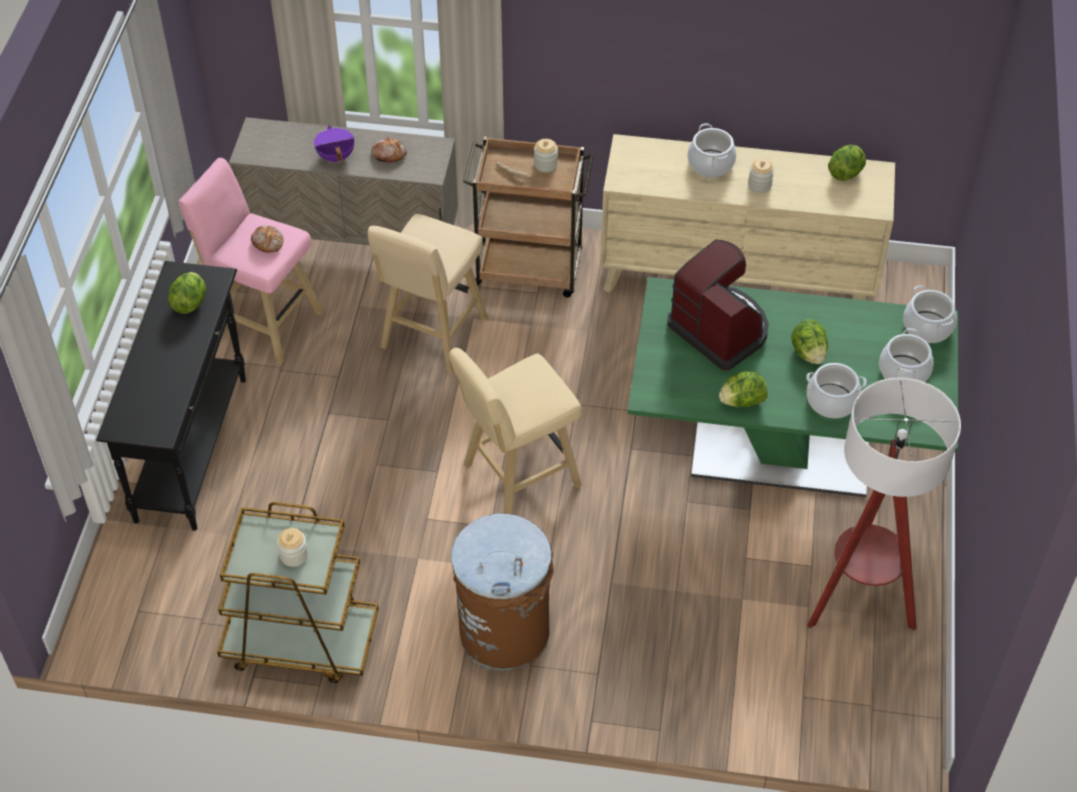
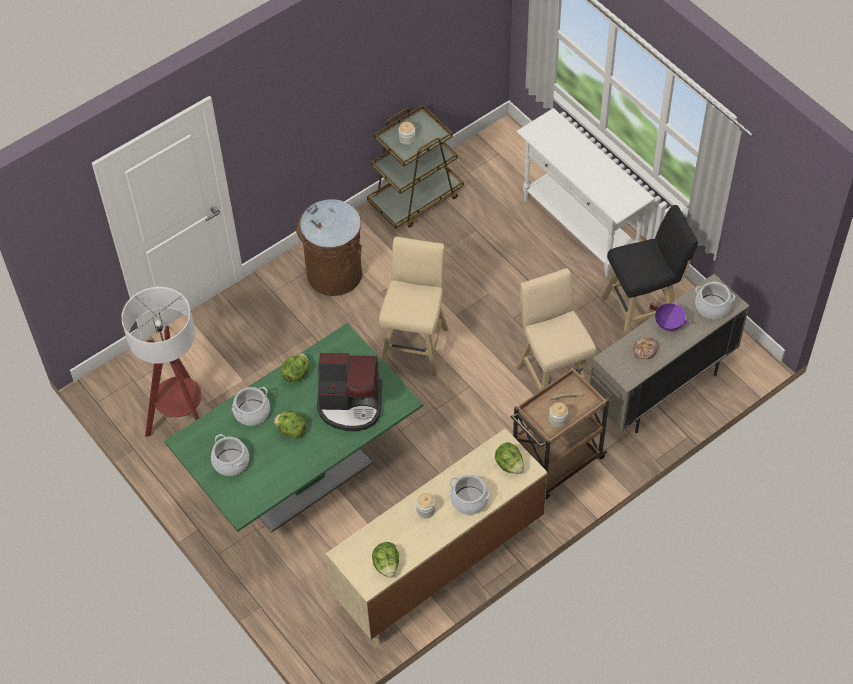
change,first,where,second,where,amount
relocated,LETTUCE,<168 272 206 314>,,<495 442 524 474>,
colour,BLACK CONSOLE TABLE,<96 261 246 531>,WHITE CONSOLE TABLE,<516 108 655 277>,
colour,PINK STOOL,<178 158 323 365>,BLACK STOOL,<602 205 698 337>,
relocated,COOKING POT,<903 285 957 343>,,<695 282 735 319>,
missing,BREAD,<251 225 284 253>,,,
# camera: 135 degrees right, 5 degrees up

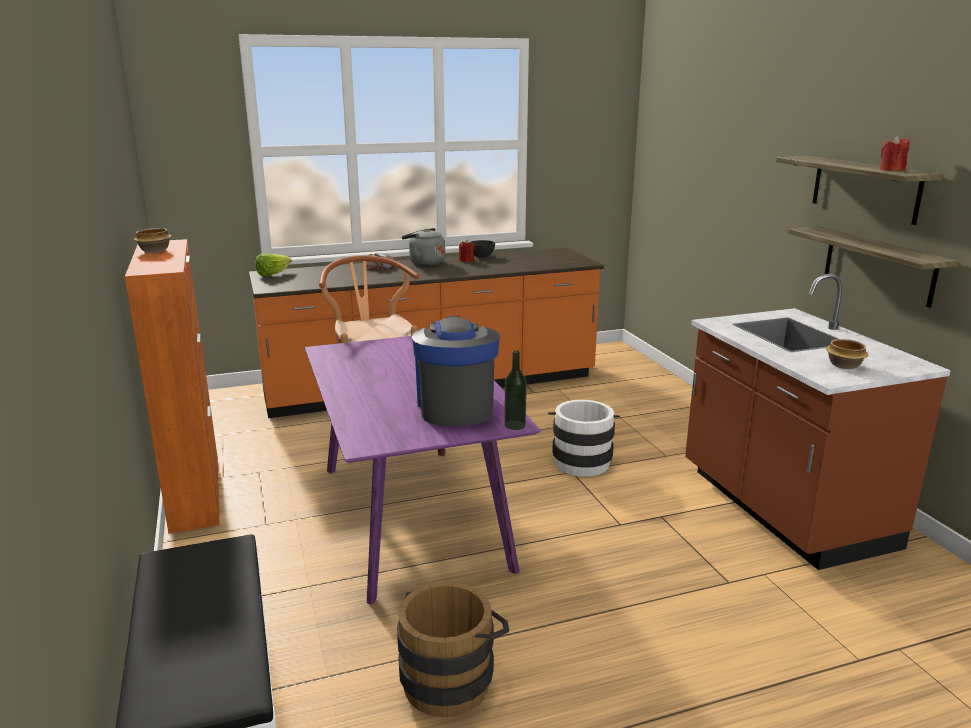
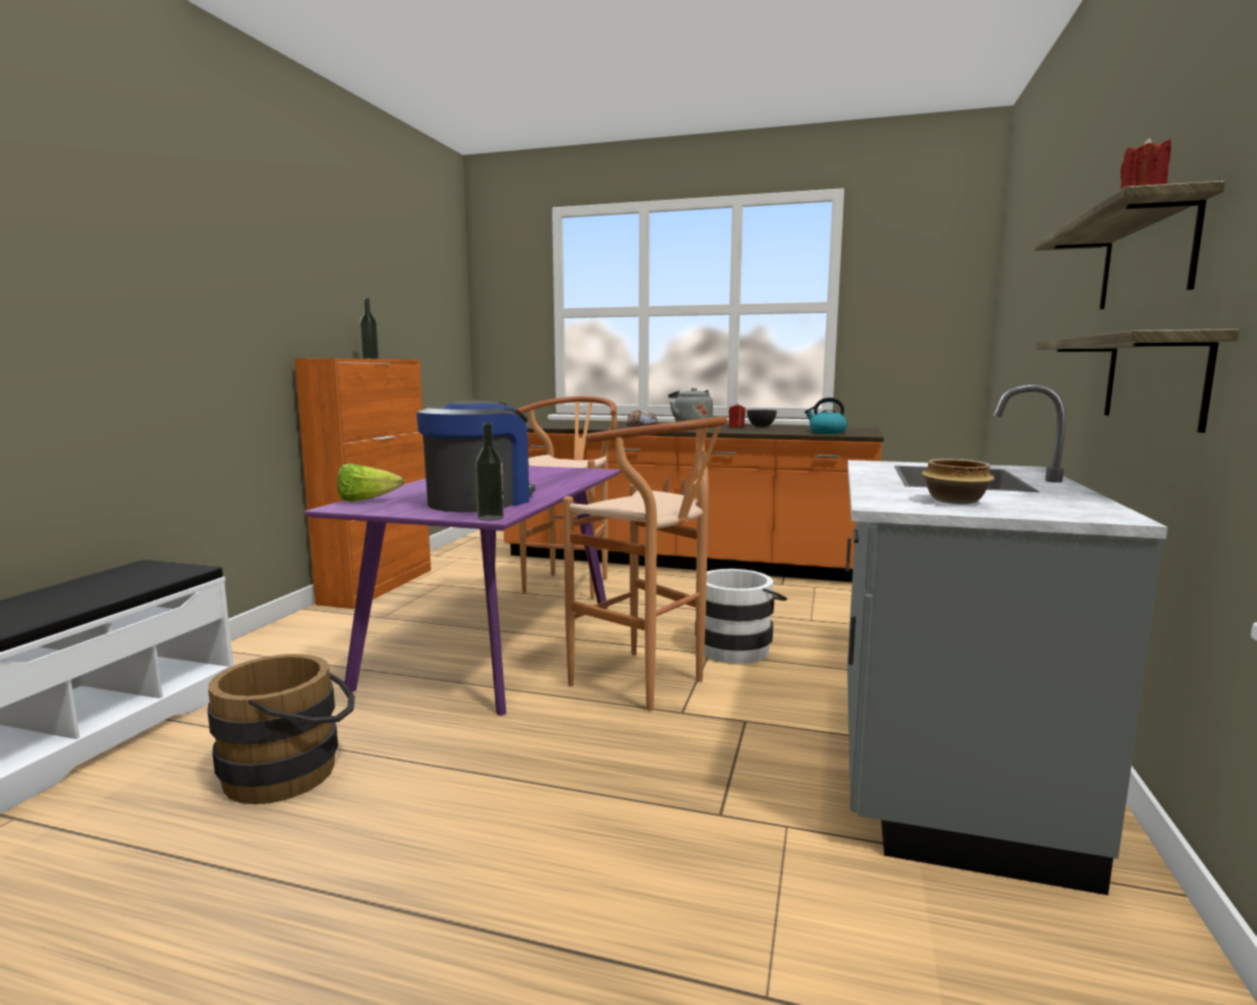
change,first,where,second,where,amount
relocated,LETTUCE,<255 253 292 276>,,<337 463 405 502>,
exchanged,BOWL,<134 228 172 253>,BOTTLE,<360 298 379 359>,
appeared,,,BROWN STOOL,<563 417 728 711>,
appeared,,,KETTLE,<805 397 847 434>,
colour,BROWN COUNTER,<685 274 951 570>,GREY COUNTER,<846 385 1168 895>,
# camera: 35 degrees right, 10 degrees down

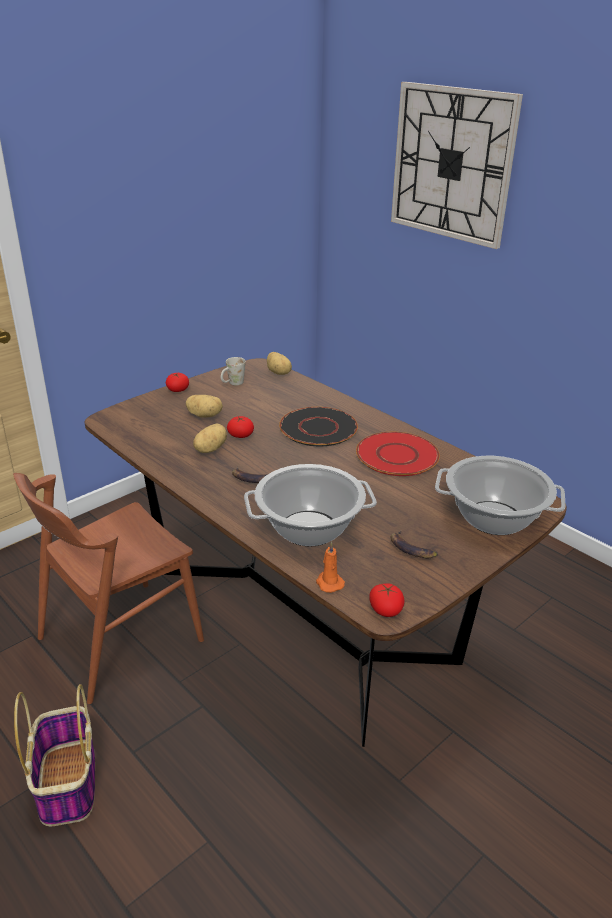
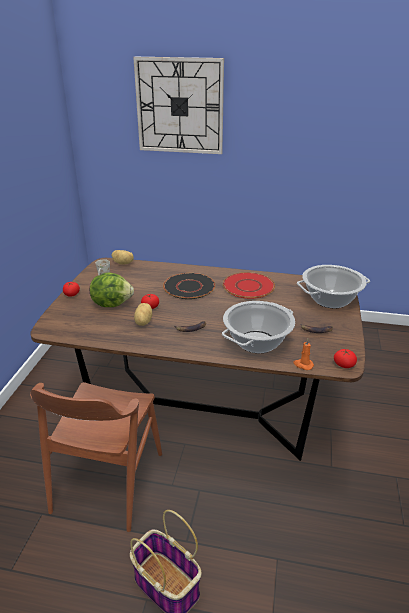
change,first,where,second,where,amount
exchanged,POTATO,<186 395 223 418>,LETTUCE,<90 272 134 307>,
# camera: 35 degrees left, 0 degrees up

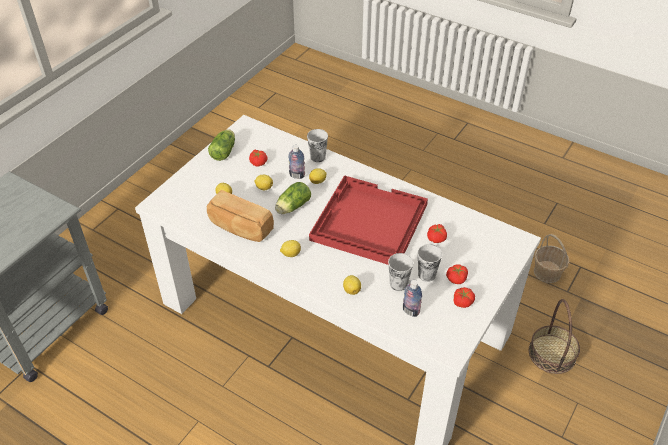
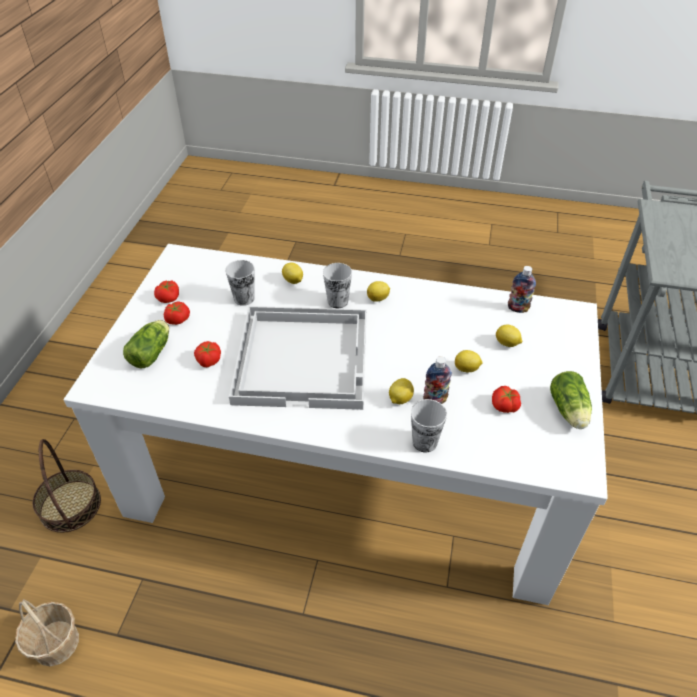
change,first,where,second,where,amount
relocated,LETTUCE,<275 182 311 214>,,<123 320 169 369>,
colour,RED TRAY,<309 175 428 265>,WHITE TRAY,<229 306 367 410>,
relocated,CUP,<418 244 442 282>,,<323 263 352 309>,
relocated,BOTTLE,<403 280 422 317>,,<508 266 536 313>,
missing,BREAD,<207 190 274 242>,,,
# camera: 160 degrees right, 0 degrees up

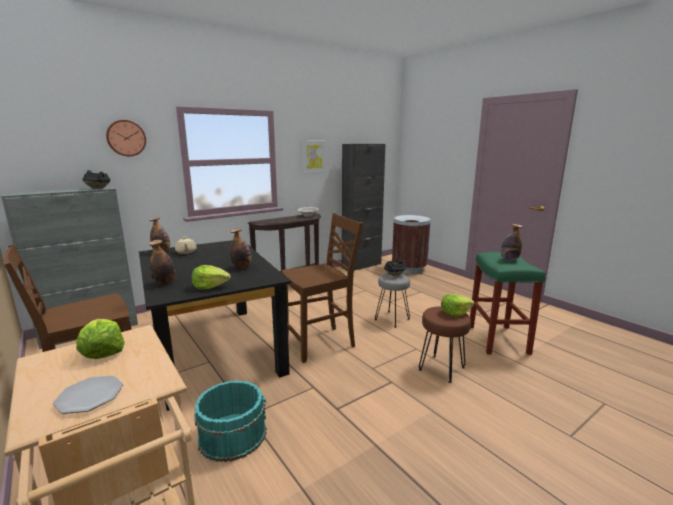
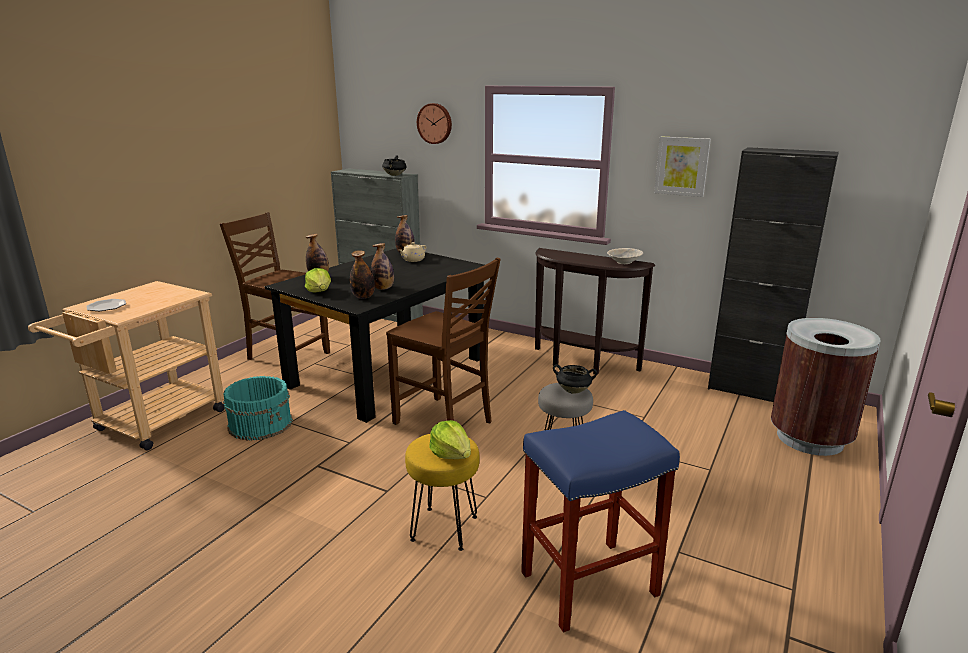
change,first,where,second,where,amount
relocated,BOTTLE,<501 224 523 261>,,<350 250 375 299>,
colour,BROWN STOOL,<419 306 471 383>,YELLOW STOOL,<405 433 480 551>,
colour,GREEN STOOL,<470 252 545 355>,BLUE STOOL,<521 410 680 633>,
missing,LETTUCE,<76 319 125 359>,,,
# camera: 65 degrees right, 5 degrees up

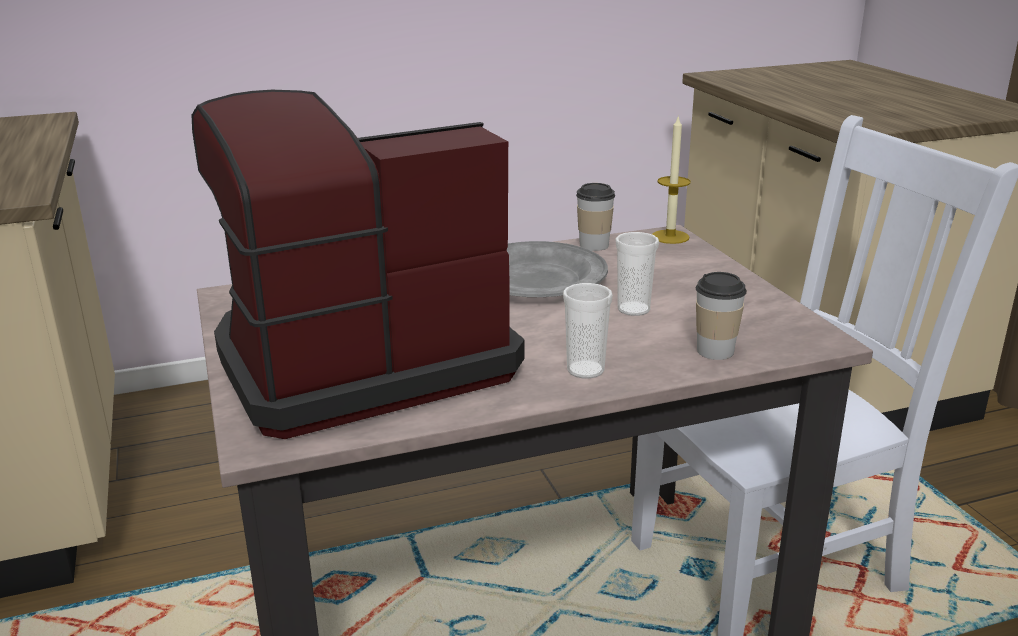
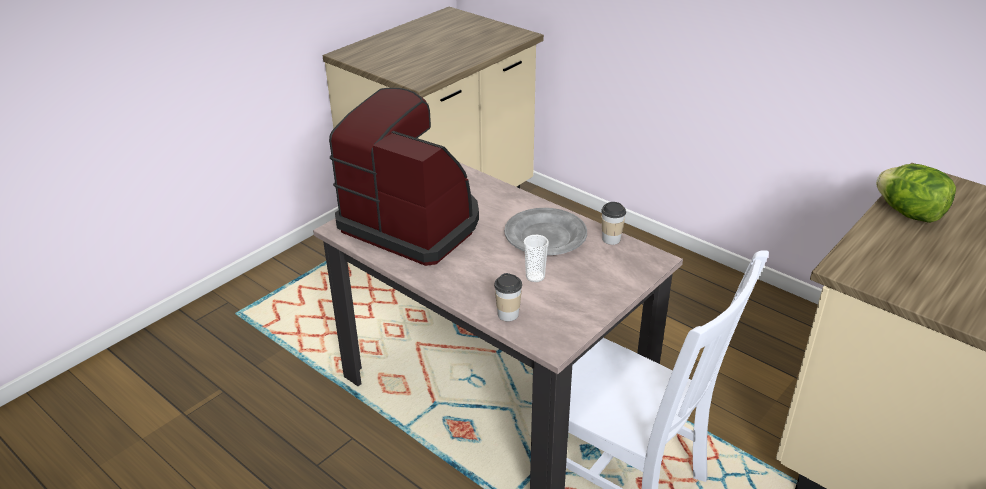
change,first,where,second,where,amount
appeared,,,LETTUCE,<876 164 956 223>,
missing,CUP,<563 283 613 379>,,,
missing,CANDLE,<652 115 691 244>,,,
# camera: 60 degrees right, 10 degrees up

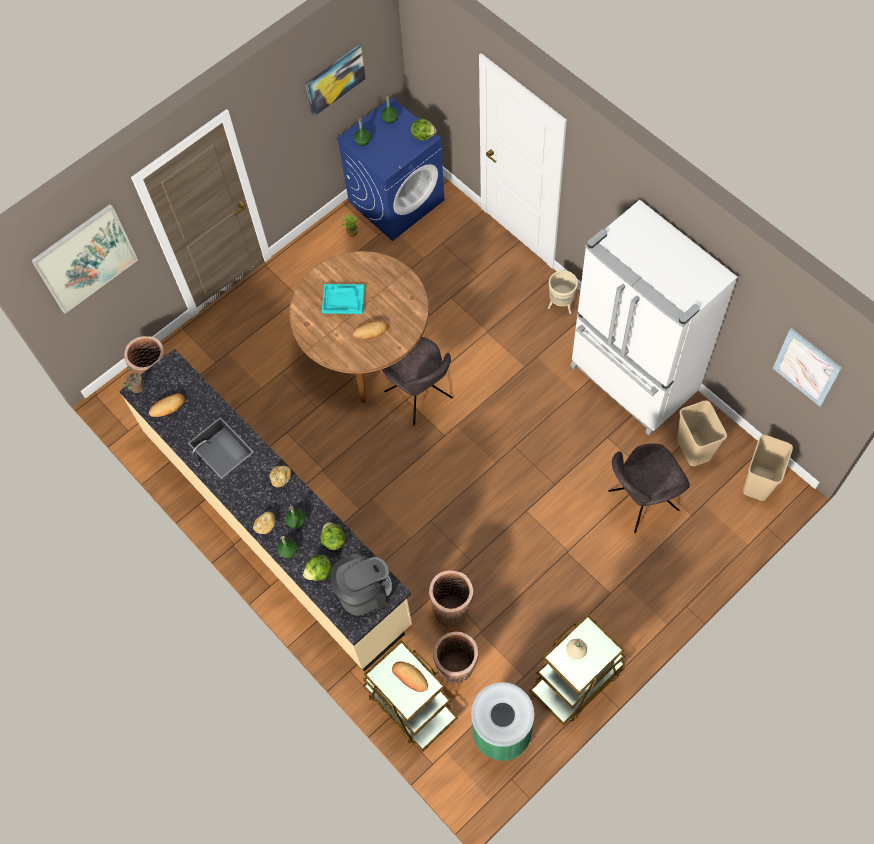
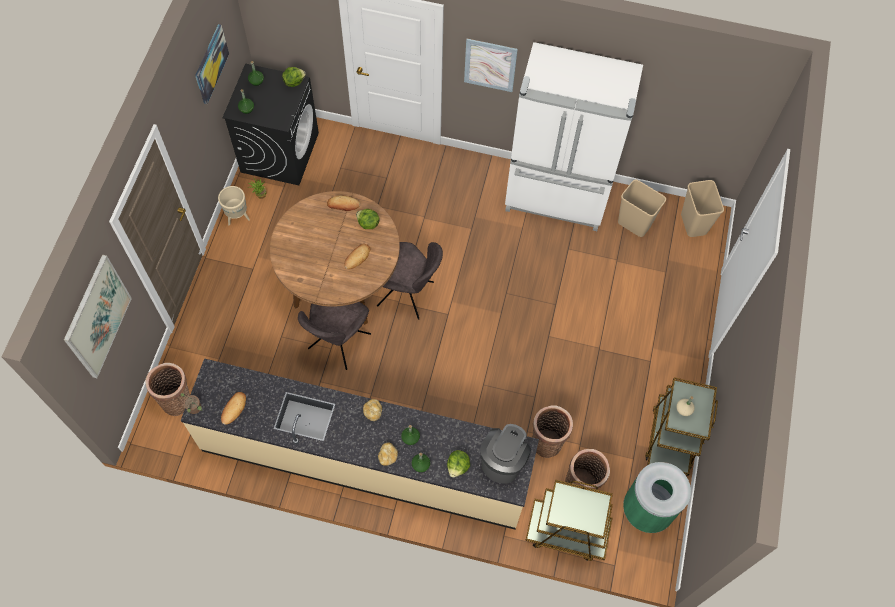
change,first,where,second,where,amount
relocated,BEIGE PLANTER,<548 270 578 314>,,<218 186 250 226>,
colour,BLUE WASHING MACHINE,<336 97 444 241>,BLACK WASHING MACHINE,<222 63 319 185>,
relocated,GREY CHAIR,<608 444 690 533>,,<298 302 371 370>,
relocated,BREAD,<392 662 428 692>,,<327 195 360 211>,
relocated,LETTUCE,<321 522 346 550>,,<356 209 380 229>,
relocated,PICTURE,<773 328 842 407>,,<464 39 518 92>,
missing,TURQUOISE TRAY,<322 284 365 314>,,,
# camera: 40 degrees left, 0 degrees up

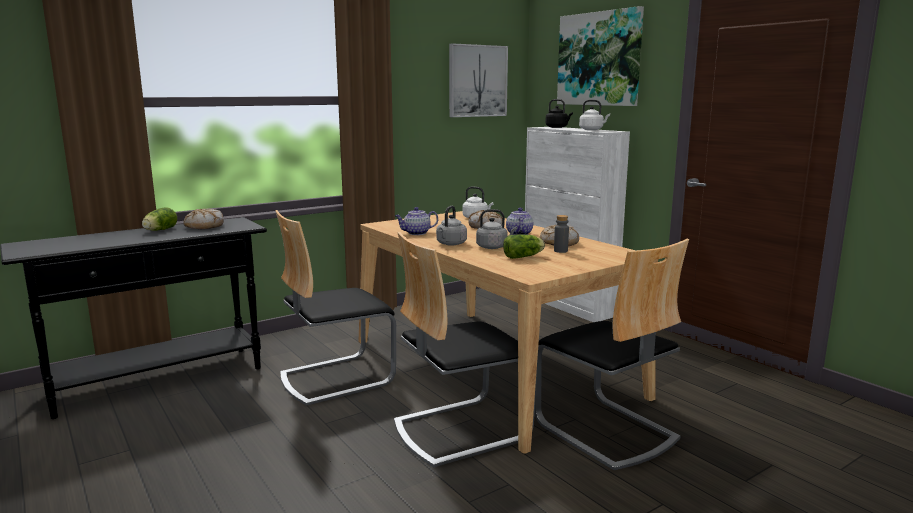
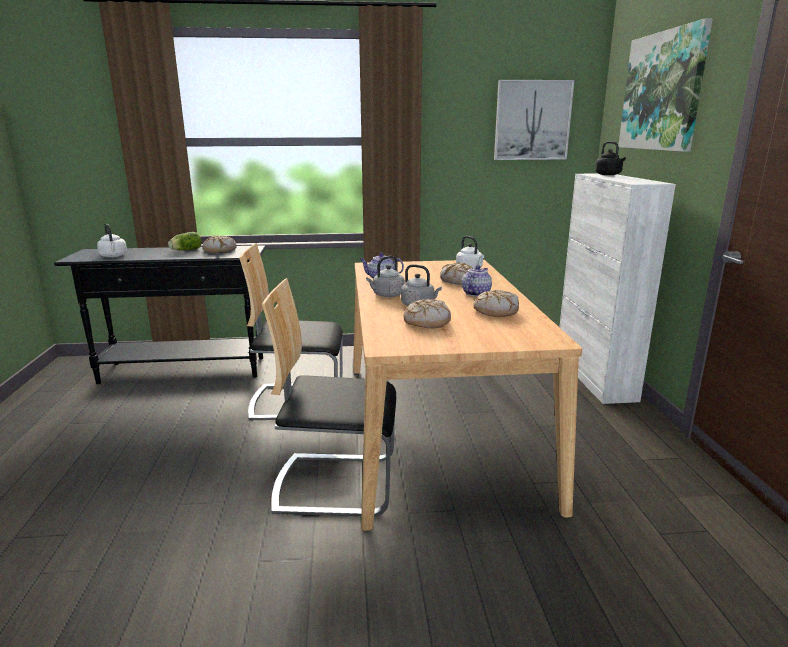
change,first,where,second,where,amount
relocated,WHITE KETTLE,<579 100 610 130>,,<97 223 127 257>,
exchanged,LETTUCE,<503 234 545 259>,BREAD,<404 299 451 328>,
missing,CHAIR,<535 239 689 470>,,,
missing,GREY BOTTLE,<554 215 569 253>,,,
# camera: 30 degrees right, 5 degrees up

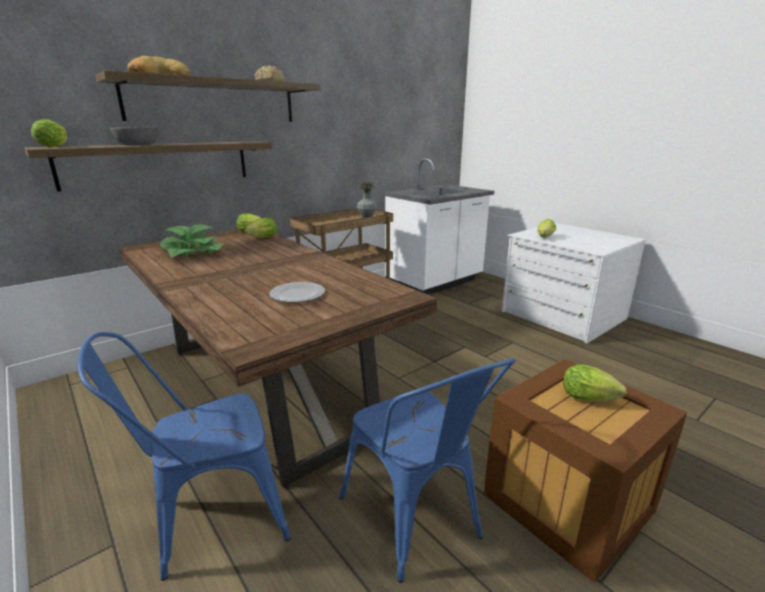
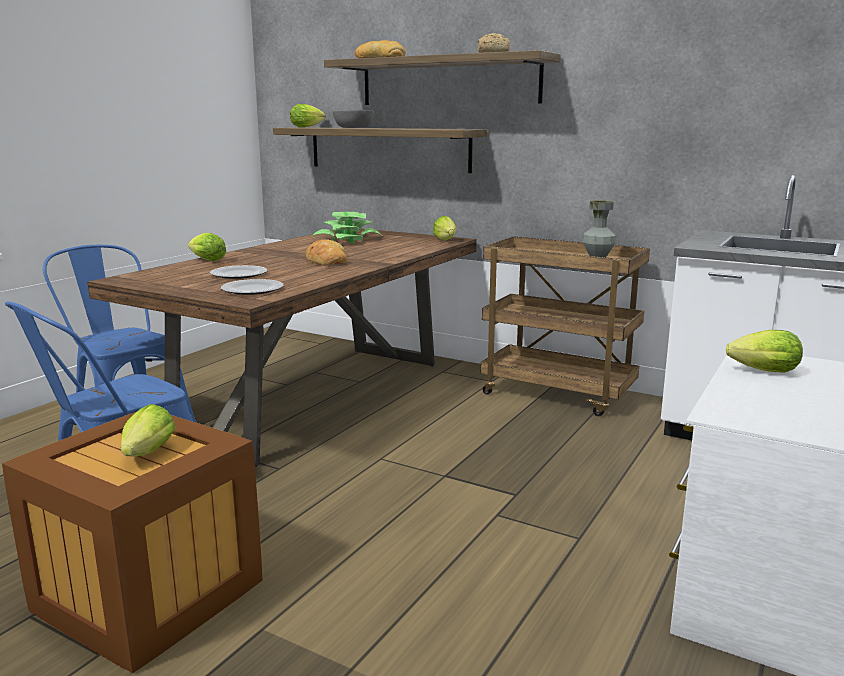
change,first,where,second,where,amount
relocated,LETTUCE,<245 217 277 238>,,<188 233 226 261>,
appeared,,,PLATE,<221 279 284 295>,
appeared,,,BREAD,<306 239 347 265>,
# camera: 70 degrees right, 5 degrees down

